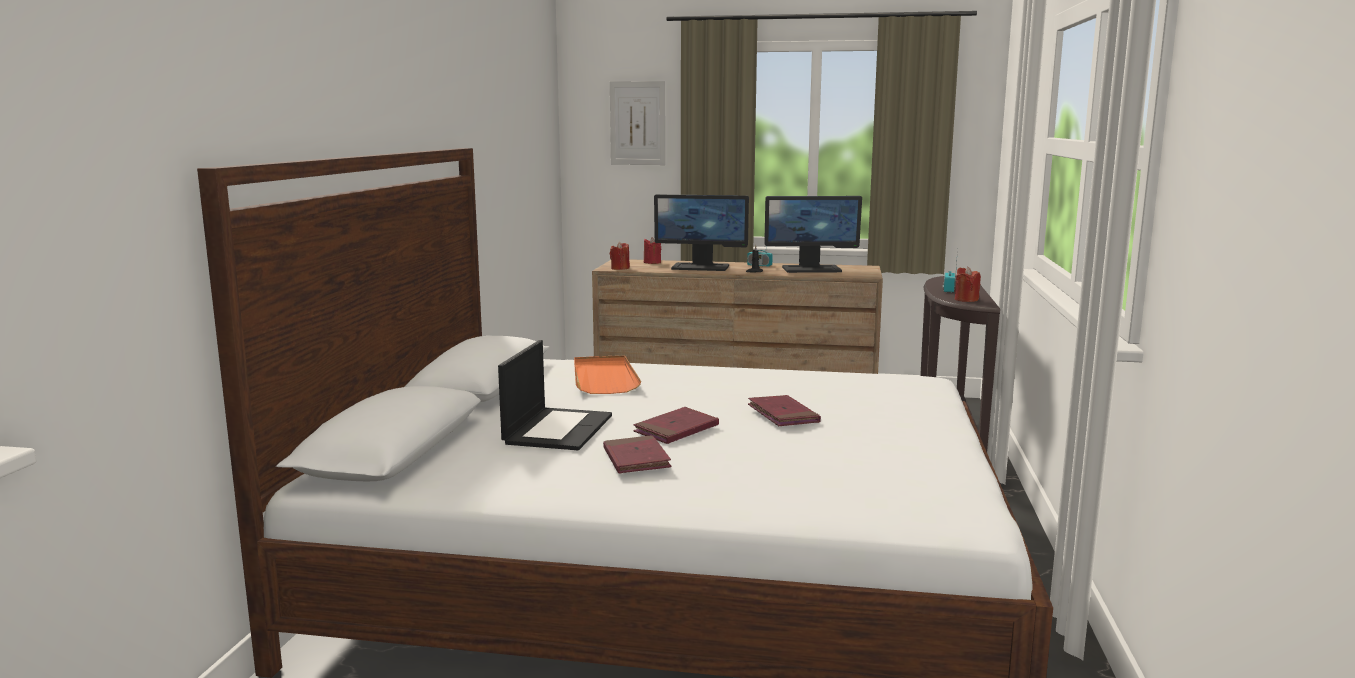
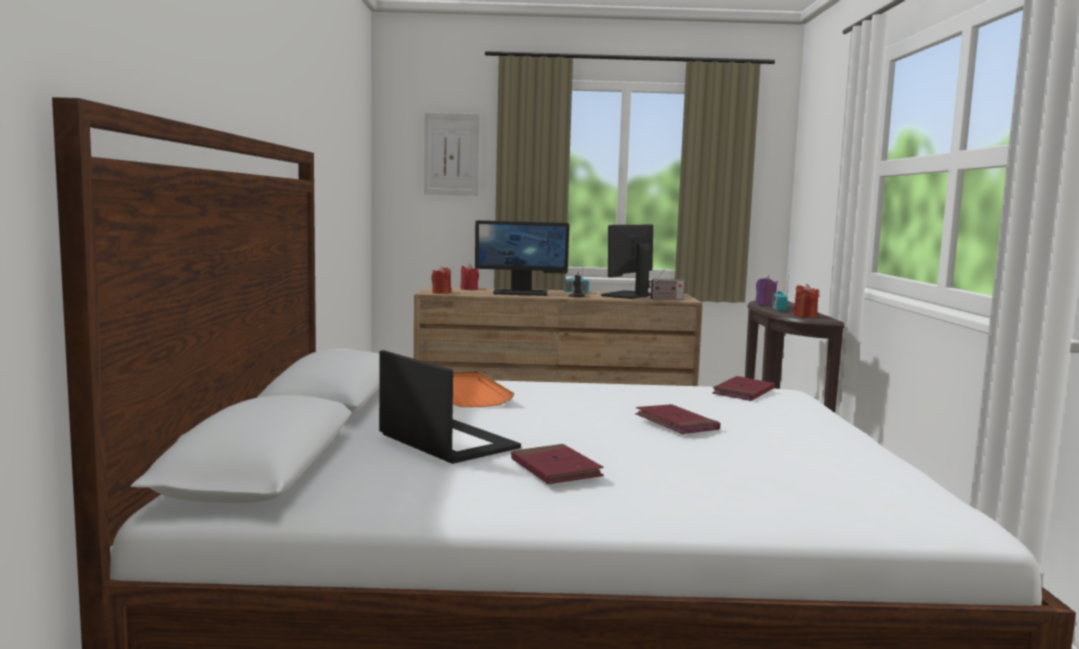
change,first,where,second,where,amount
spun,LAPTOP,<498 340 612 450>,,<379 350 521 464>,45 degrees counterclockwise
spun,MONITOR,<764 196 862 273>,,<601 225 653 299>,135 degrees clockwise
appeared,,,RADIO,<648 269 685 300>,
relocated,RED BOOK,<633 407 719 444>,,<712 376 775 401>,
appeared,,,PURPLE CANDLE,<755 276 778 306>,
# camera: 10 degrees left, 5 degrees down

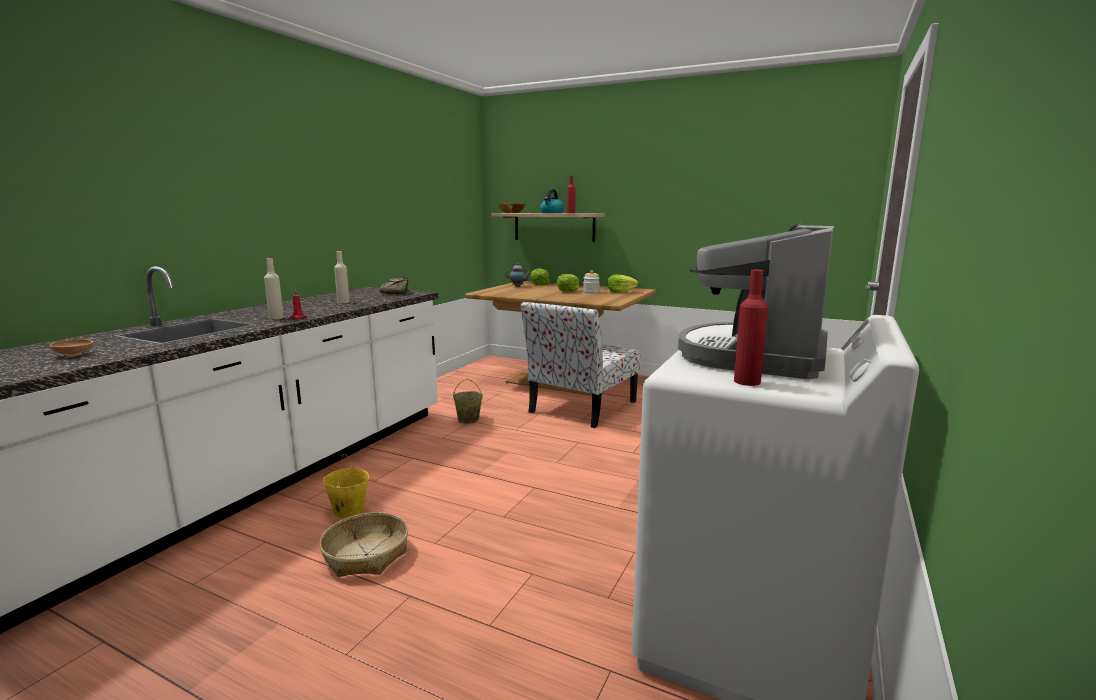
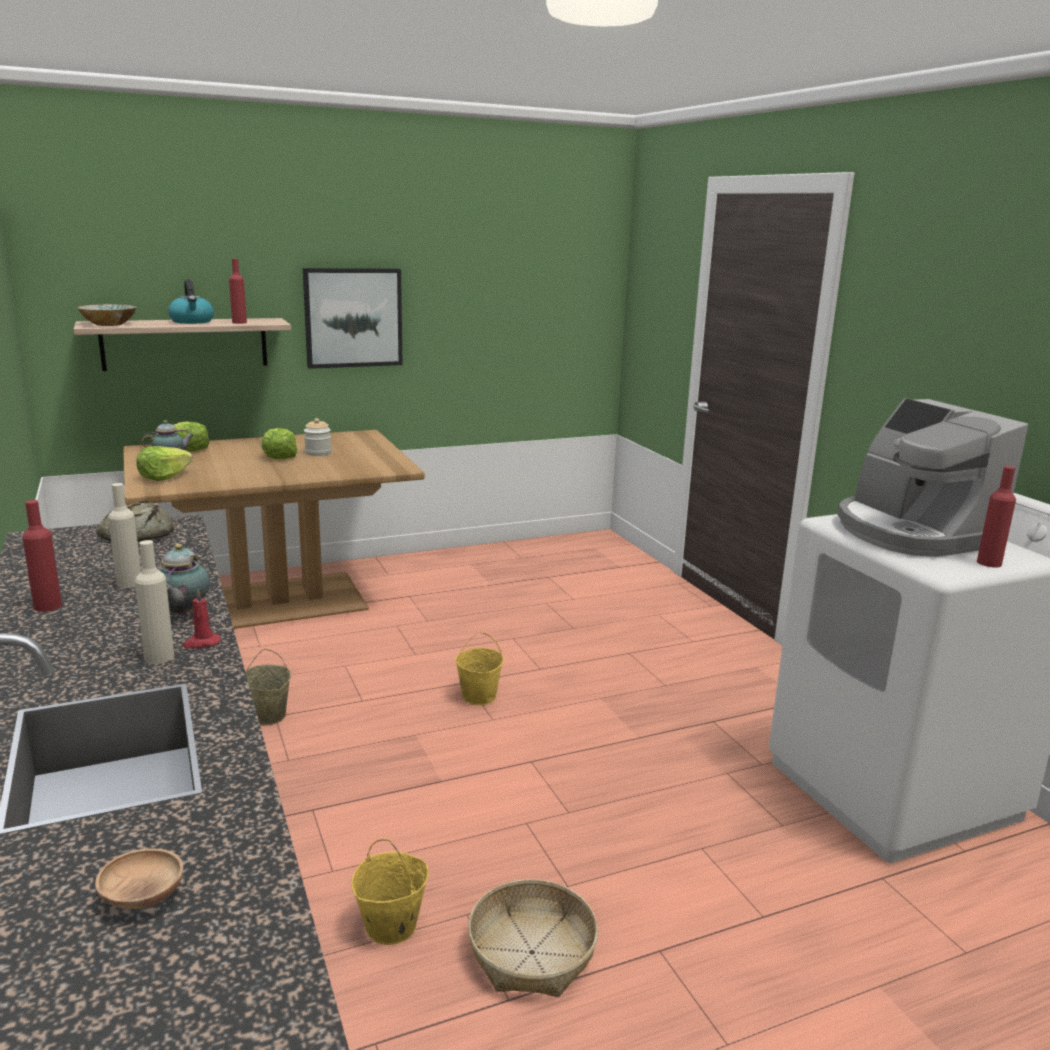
change,first,where,second,where,amount
appeared,,,RED BOTTLE,<22 500 62 612>,
relocated,LETTUCE,<608 274 638 293>,,<136 446 193 481>,
appeared,,,TEAPOT,<160 544 210 616>,
appeared,,,PICTURE,<303 268 403 369>,
appeared,,,YELLOW BUCKET,<455 632 504 705>,
missing,CHAIR,<521 302 641 428>,,,
# camera: 50 degrees left, 5 degrees up

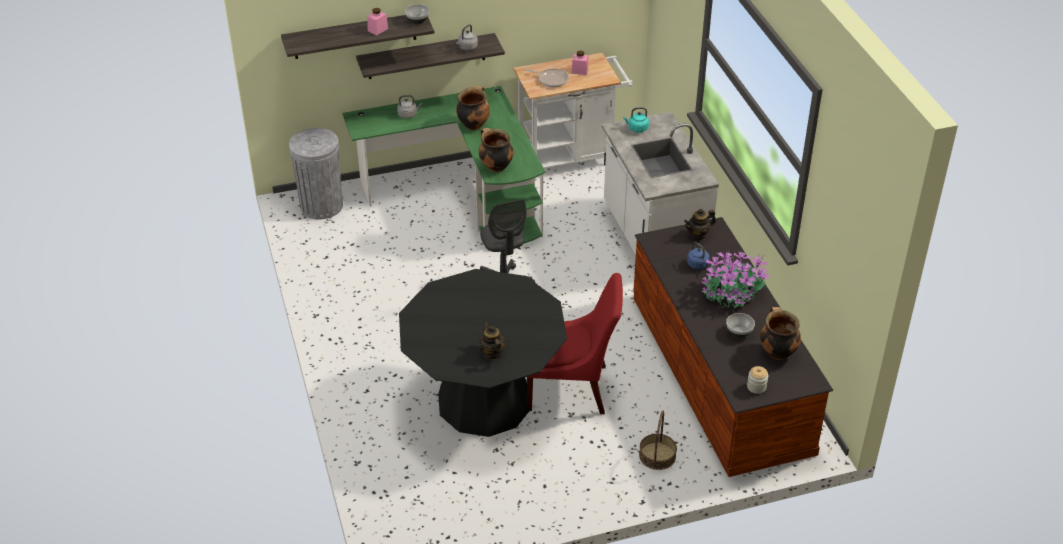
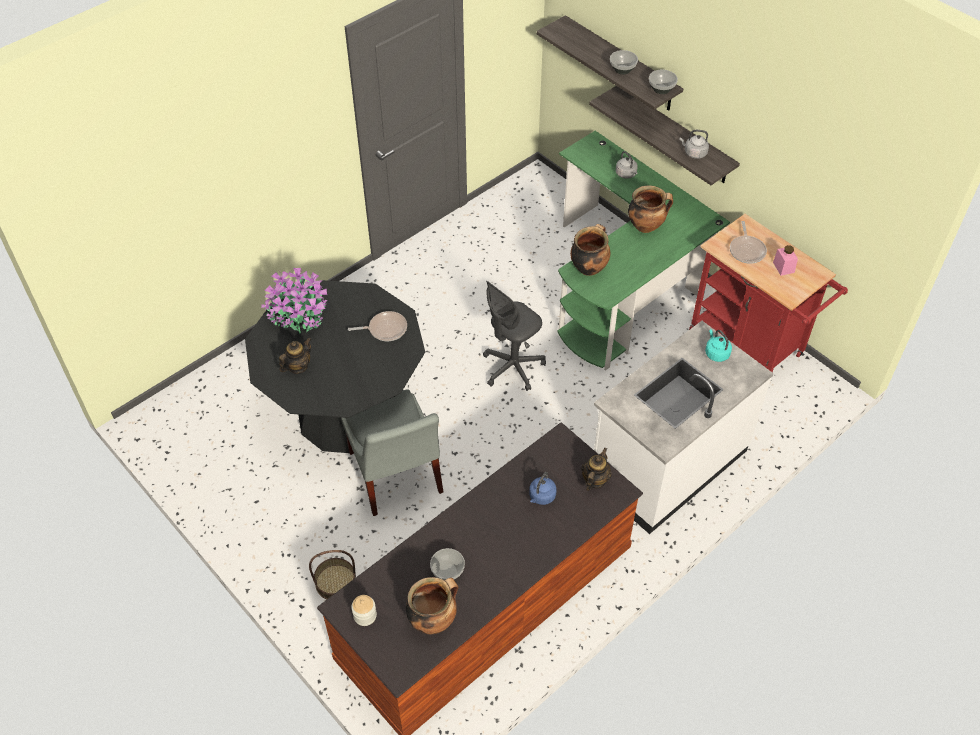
change,first,where,second,where,amount
relocated,POTTED PLANT,<701 249 770 308>,,<261 267 327 334>,
colour,RED CHAIR,<527 273 623 414>,GREY CHAIR,<341 389 444 516>,
appeared,,,FRYING PAN,<348 311 407 341>,
spun,TEAPOT,<684 209 716 240>,,<581 448 612 491>,75 degrees clockwise
exchanged,PINK JAR,<367 8 388 35>,BOWL,<610 50 638 74>,
colour,WHITE CART,<514 53 633 181>,RED CART,<689 214 848 372>,
missing,GREY TRASH CAN,<289 128 343 219>,,,
# camera: 65 degrees right, 10 degrees up

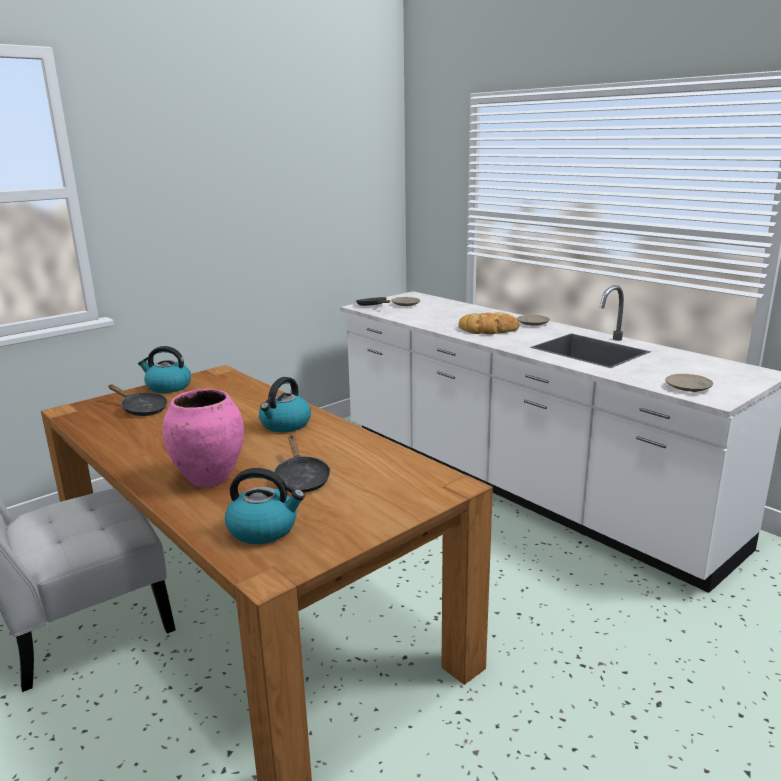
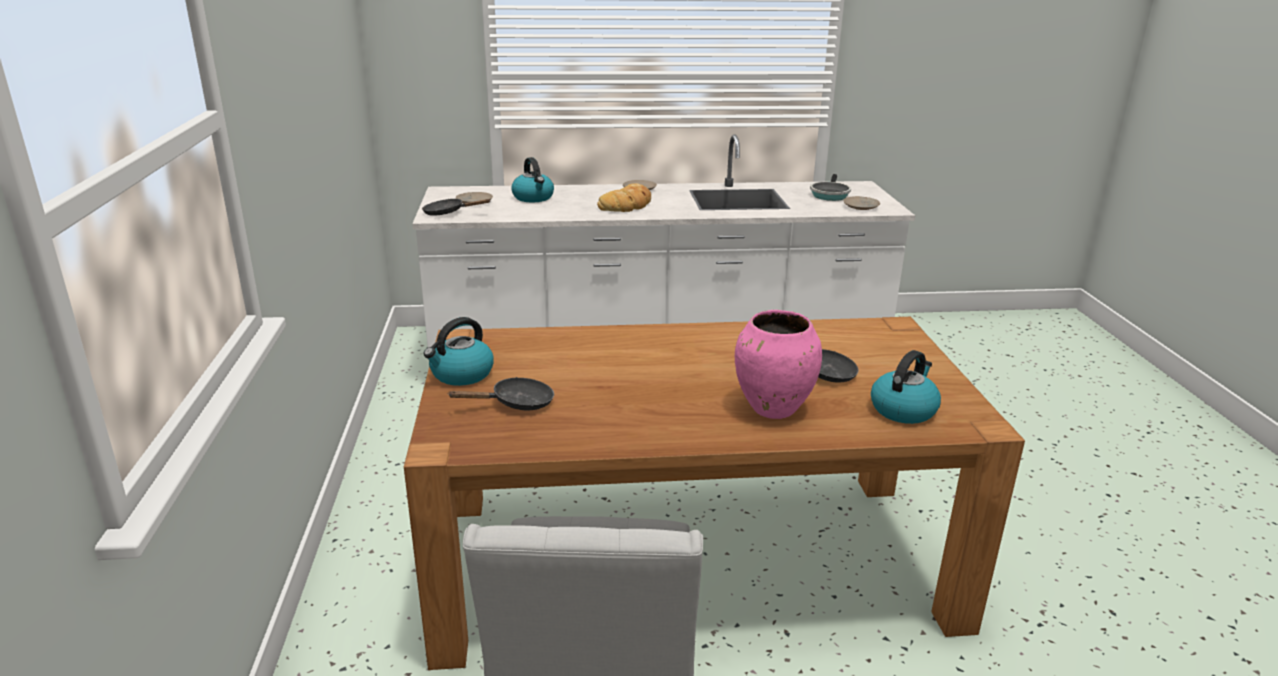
change,first,where,second,where,amount
relocated,KETTLE,<259 377 311 432>,,<511 157 554 202>,
appeared,,,FRYING PAN,<810 174 851 201>,
# camera: 55 degrees left, 5 degrees up

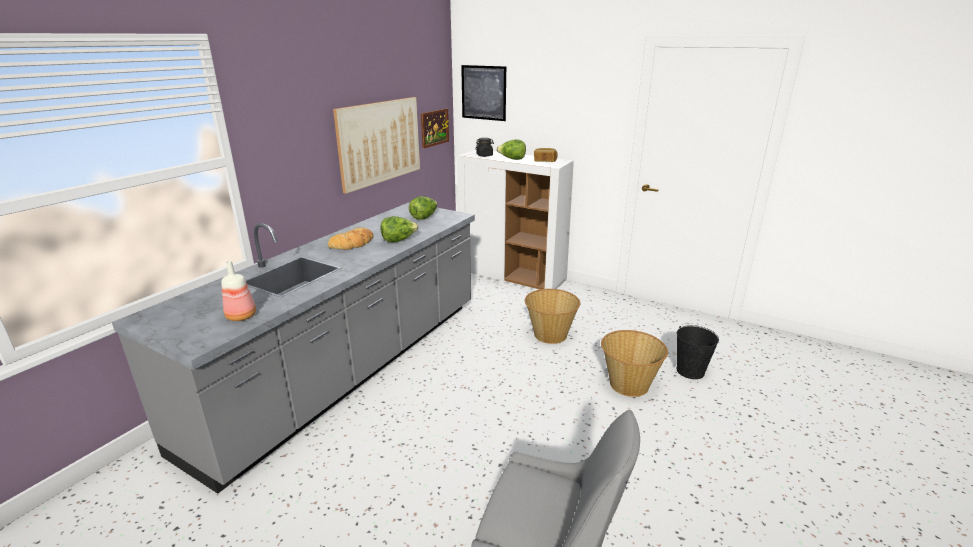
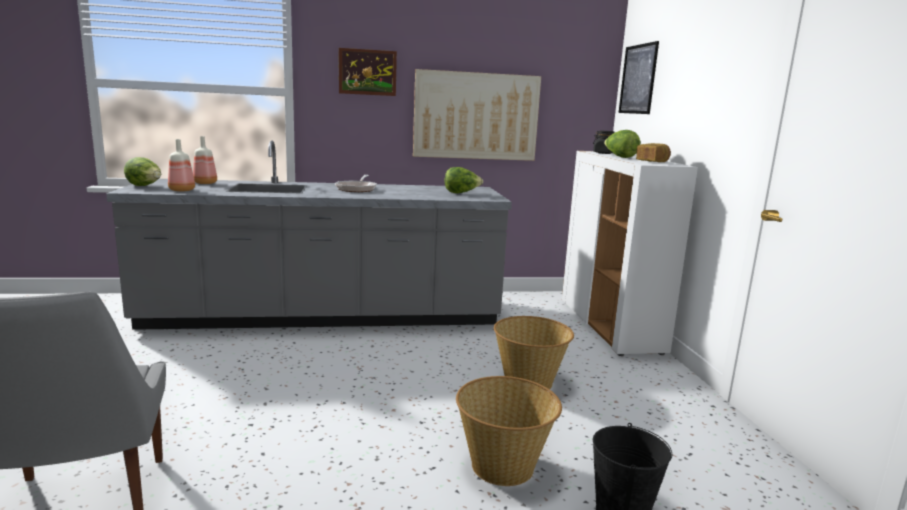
change,first,where,second,where,amount
relocated,LETTUCE,<380 216 419 243>,,<124 157 161 186>,
appeared,,,BOTTLE,<193 136 217 184>,
exchanged,BREAD,<328 228 374 250>,FRYING PAN,<335 175 377 192>,
relocated,PICTURE,<421 108 449 148>,,<339 48 397 96>,
# camera: 50 degrees right, 10 degrees down

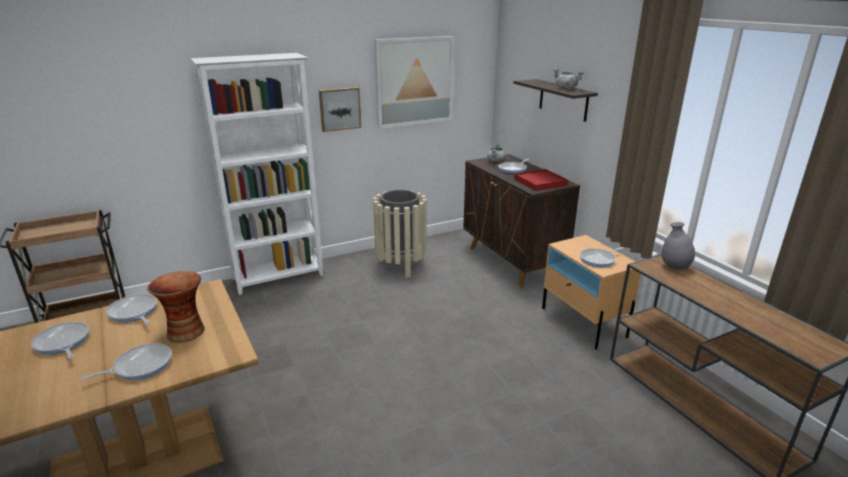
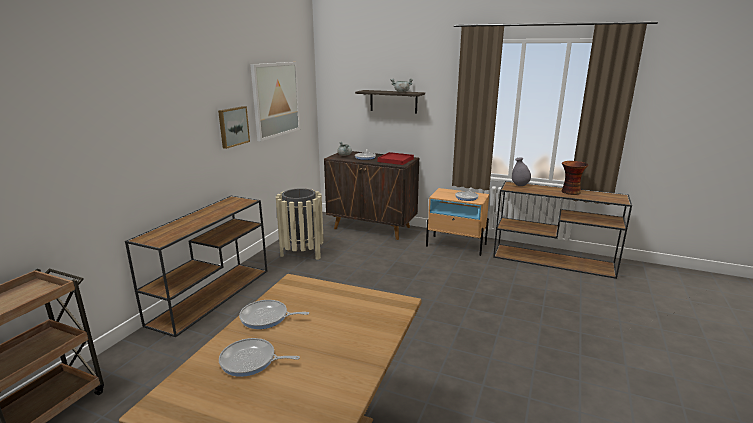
change,first,where,second,where,amount
exchanged,WHITE BOOKCASE,<191 53 324 295>,BROWN CONSOLE TABLE,<125 196 268 337>,
relocated,VASE,<147 271 204 343>,,<562 161 588 195>,
missing,FRYING PAN,<81 343 172 380>,,,
# camera: 40 degrees left, 5 degrees down

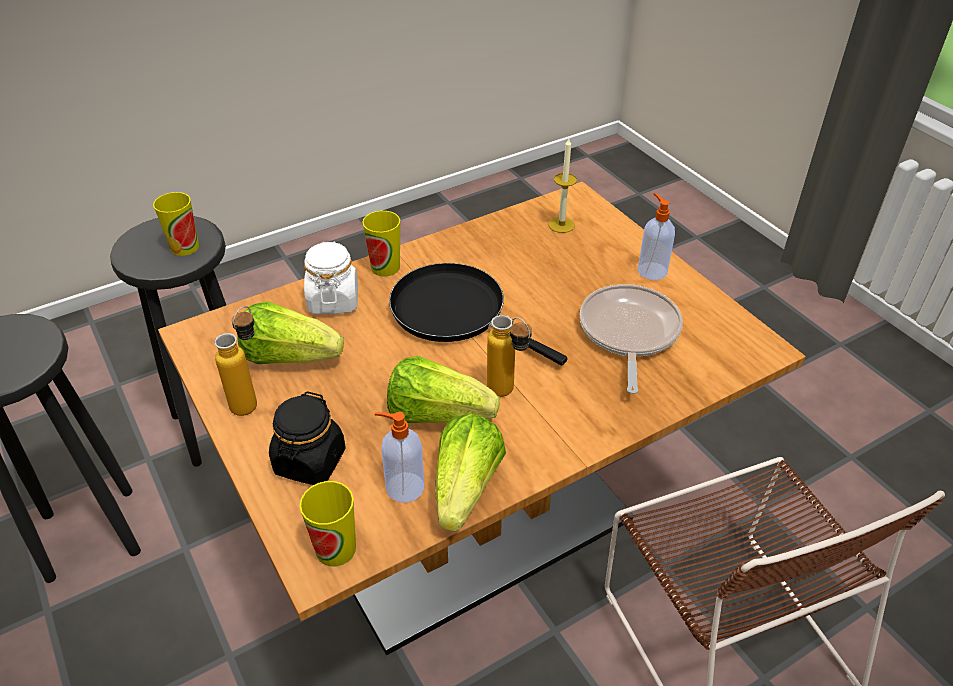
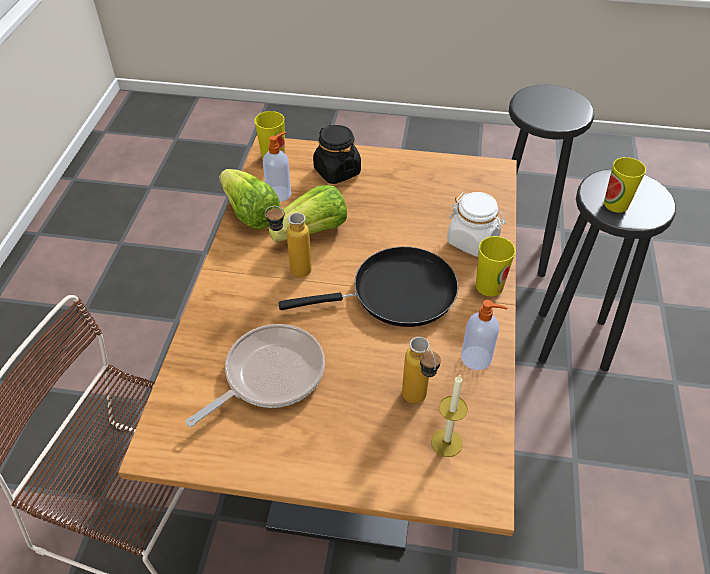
change,first,where,second,where,amount
spun,FRYING PAN,<580 284 683 394>,,<186 324 325 427>,90 degrees counterclockwise
relocated,BOTTLE,<214 306 257 416>,,<402 337 441 404>,
relocated,SOAP DISPENSER,<638 193 675 280>,,<461 300 508 370>,
missing,LETTUCE,<237 301 344 364>,,,
# camera: 130 degrees right, 5 degrees up

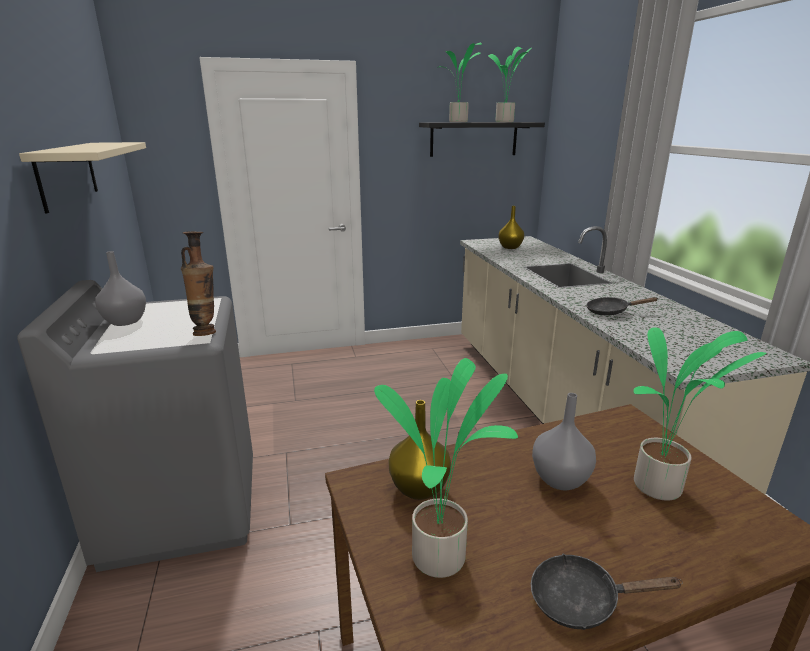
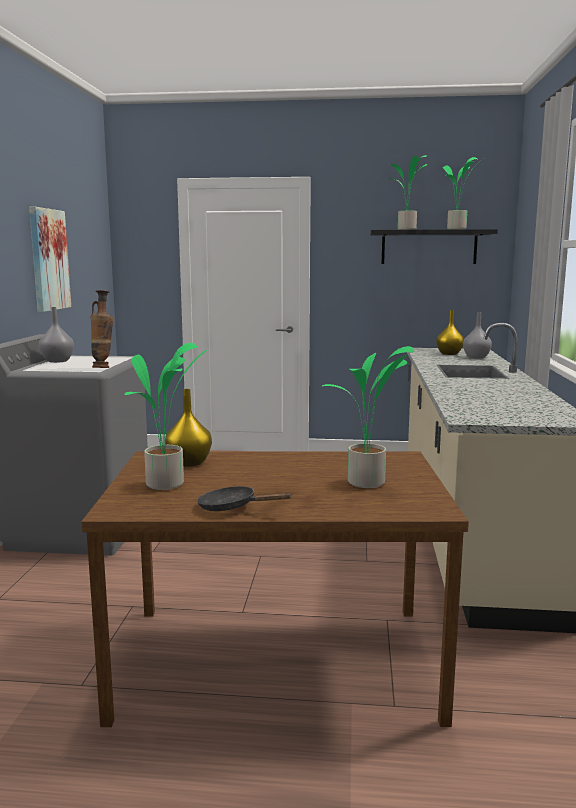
change,first,where,second,where,amount
exchanged,BEIGE SHELF,<19 142 146 214>,PICTURE,<29 206 71 312>,
relocated,GREY VASE,<532 393 596 490>,,<463 312 492 359>,
missing,BLACK FRYING PAN,<587 297 657 315>,,,
# camera: 20 degrees right, 10 degrees down

